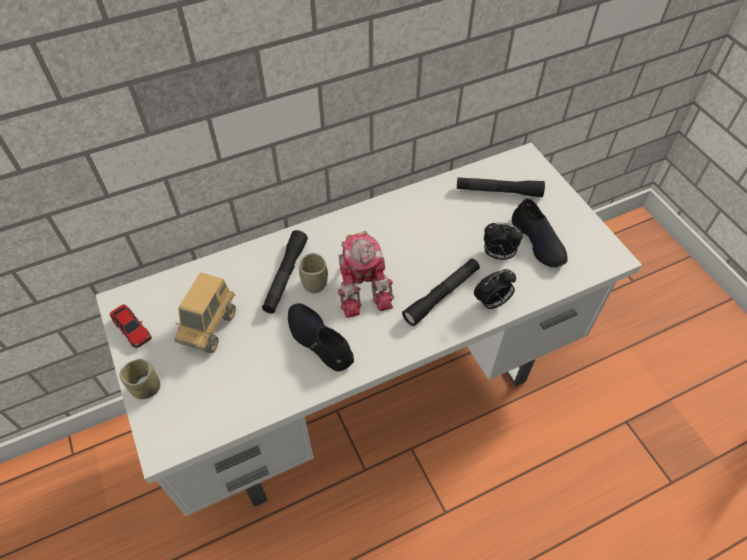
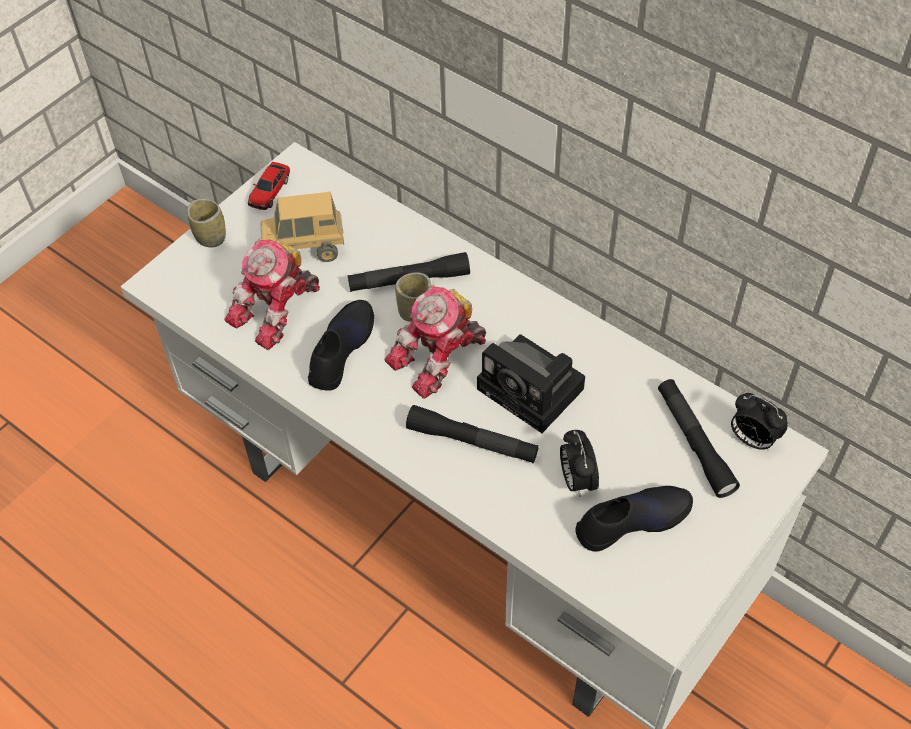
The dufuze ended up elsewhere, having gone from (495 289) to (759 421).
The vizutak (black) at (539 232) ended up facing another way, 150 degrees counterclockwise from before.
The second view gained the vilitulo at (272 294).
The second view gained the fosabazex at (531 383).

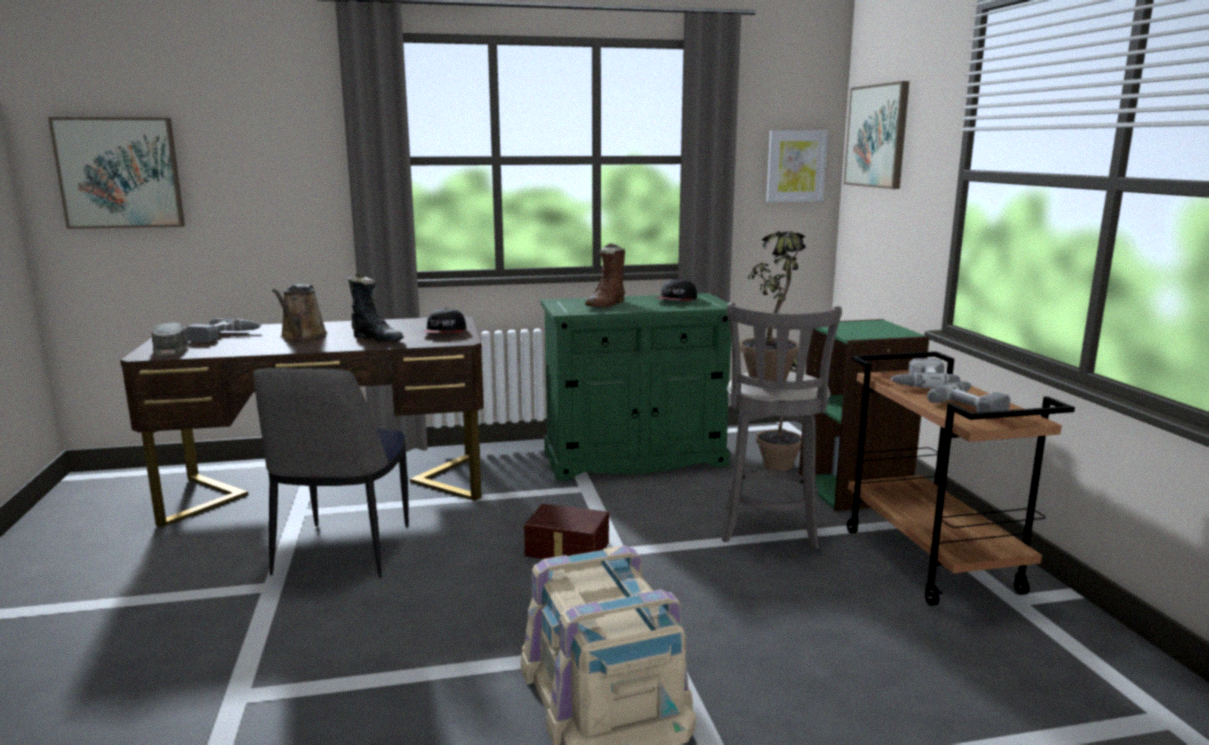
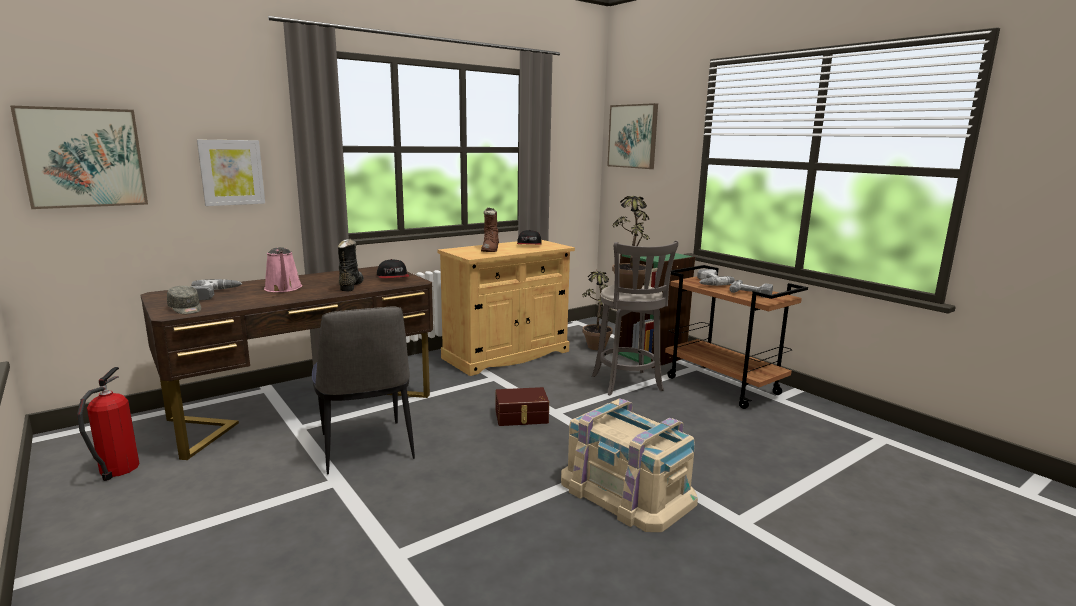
What was the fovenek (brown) at (299 312) turned into the fovenek (pink) at (283 269).
The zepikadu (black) at (375 307) ended up facing another way, 105 degrees counterclockwise from before.
What was the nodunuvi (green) at (636 387) turned into the nodunuvi (beige) at (506 308).
The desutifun ended up elsewhere, having gone from (797 166) to (231 173).
The second view gained the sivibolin at (108 424).

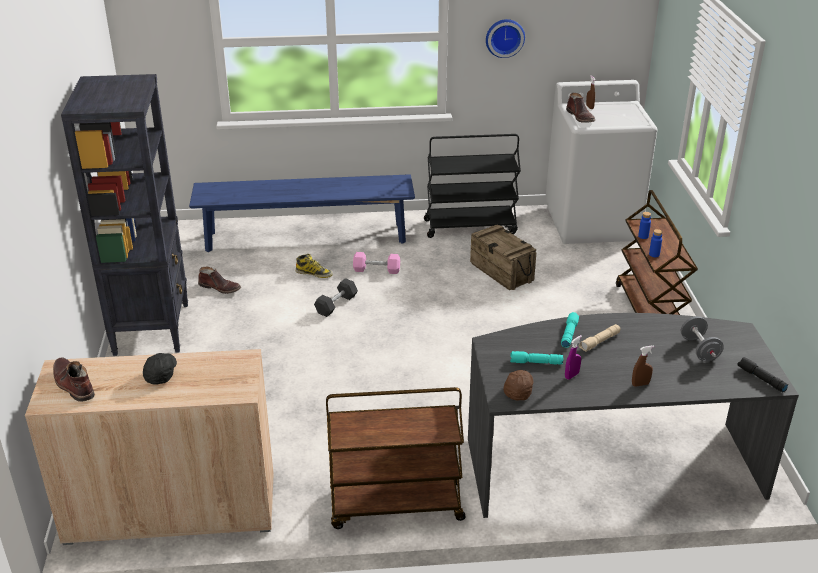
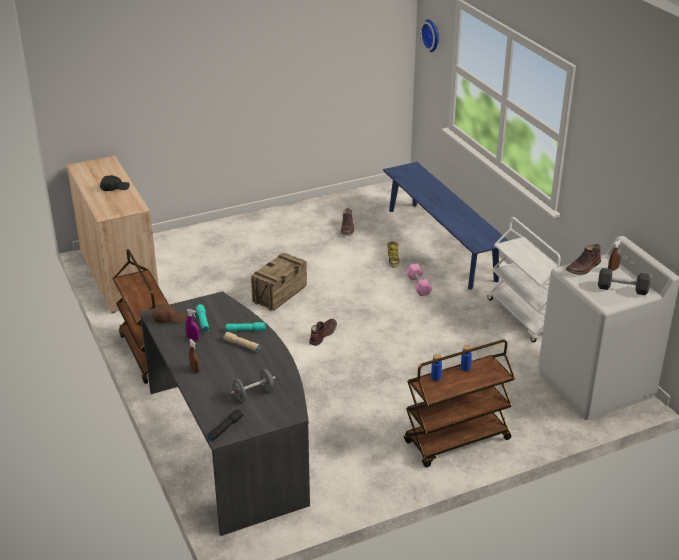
The zepikadu (brown) ended up elsewhere, having gone from (74 379) to (323 332).
The second view lost the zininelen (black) at (124 215).
The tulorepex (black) ended up elsewhere, having gone from (336 297) to (624 281).
What was the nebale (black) at (472 186) turned into the nebale (white) at (524 279).
The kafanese ended up elsewhere, having gone from (503 257) to (279 281).
The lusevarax ended up elsewhere, having gone from (505 38) to (429 36).

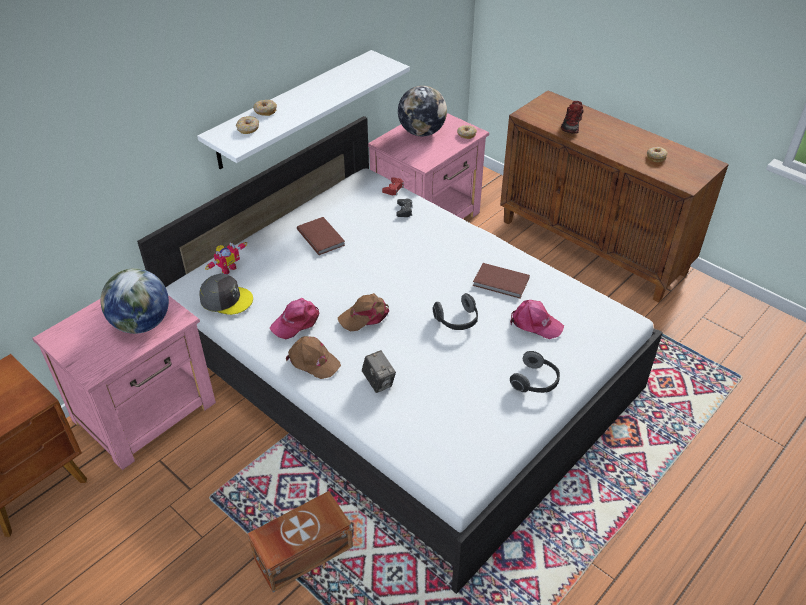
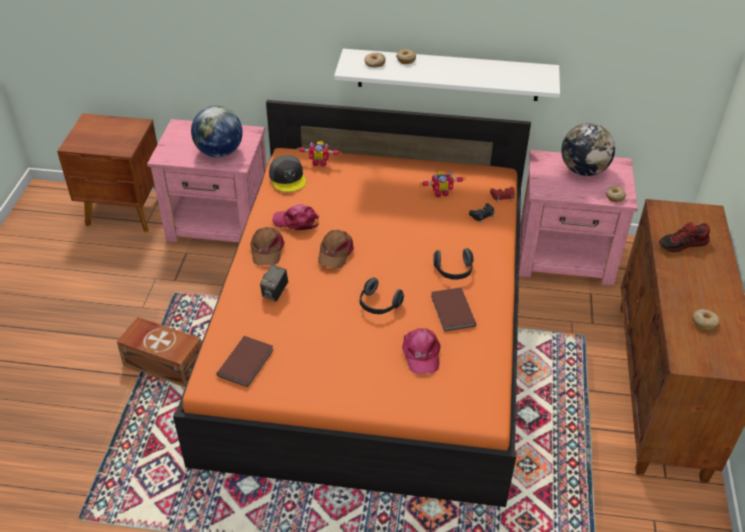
What was the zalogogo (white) at (400 355) turned into the zalogogo (orange) at (352 303).
The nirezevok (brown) ended up elsewhere, having gone from (321 236) to (244 361).
The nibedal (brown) at (363 312) ended up facing another way, 105 degrees counterclockwise from before.
The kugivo ended up elsewhere, having gone from (535 372) to (453 263).
The second view gained the vilitulo at (442 184).

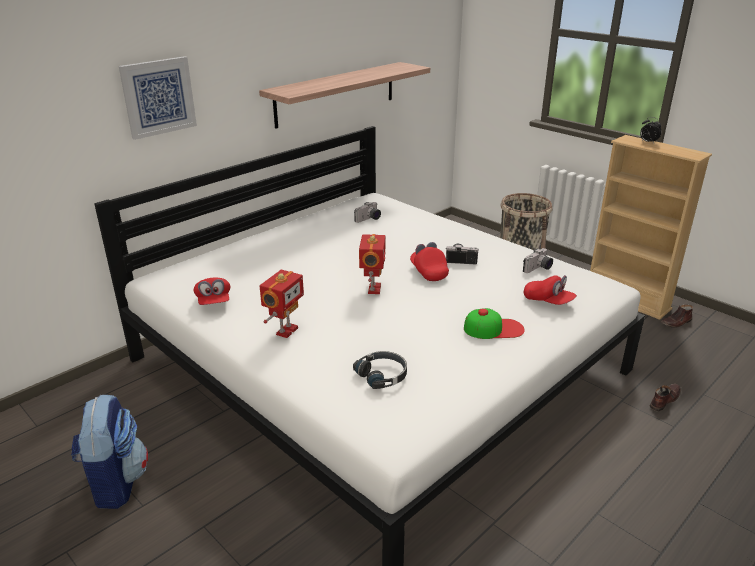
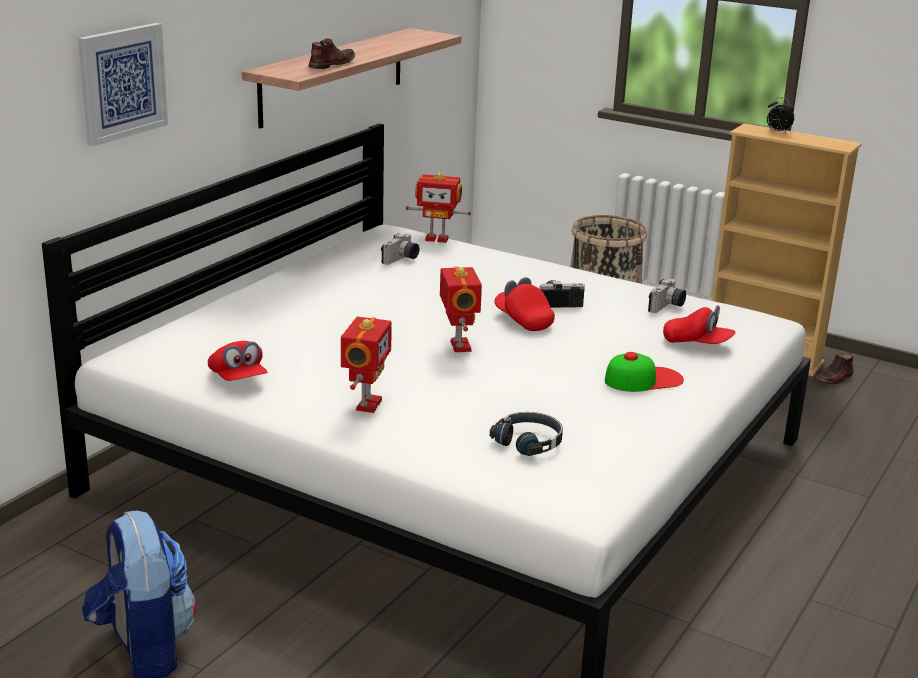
The vizutak (brown) ended up elsewhere, having gone from (665 398) to (331 54).
The second view gained the vilitulo at (438 207).

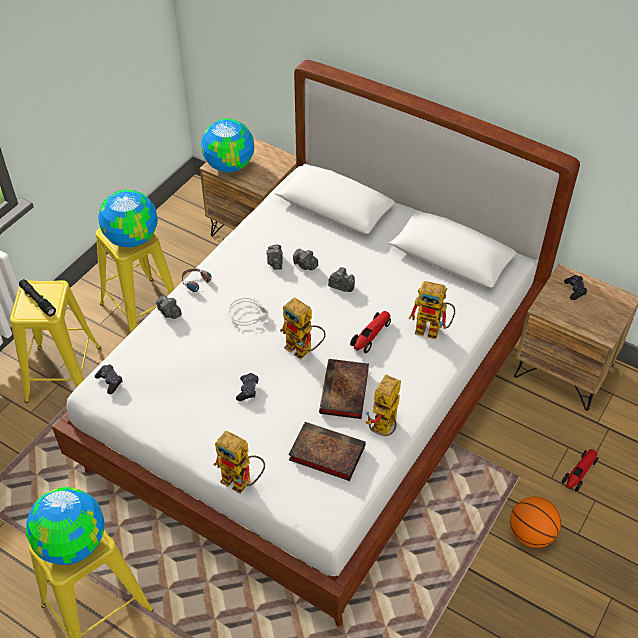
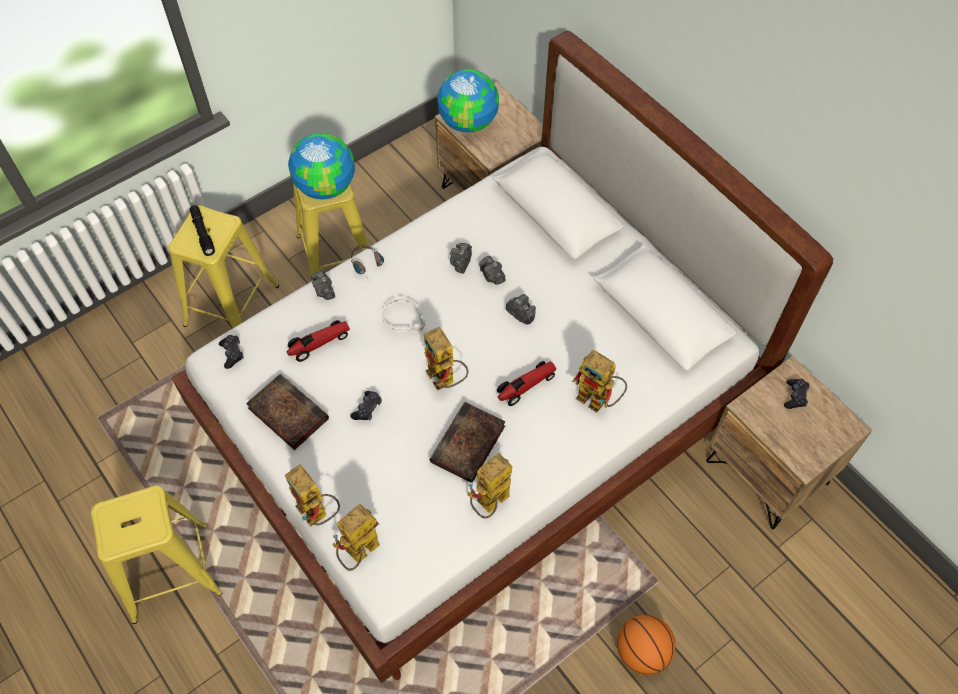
The second view lost the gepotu at (65 526).
The nirezevok ended up elsewhere, having gone from (327 451) to (287 412).
The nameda ended up elsewhere, having gone from (580 470) to (318 341).
The second view gained the vilitulo at (356 537).

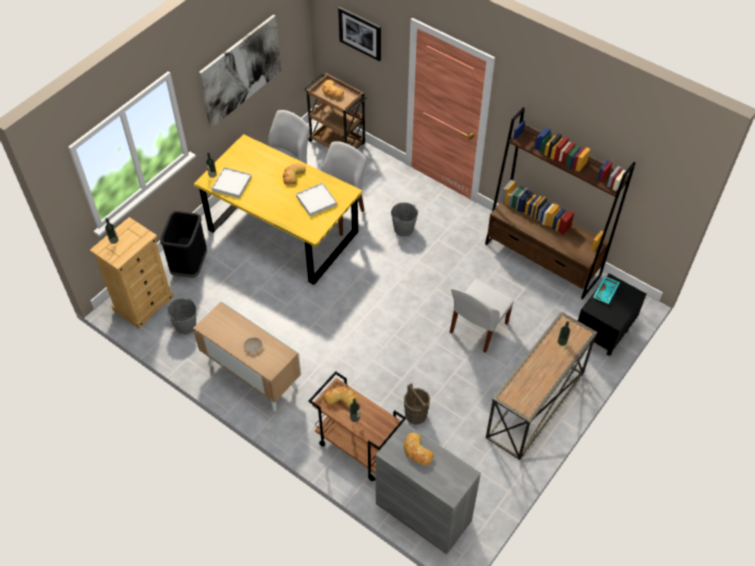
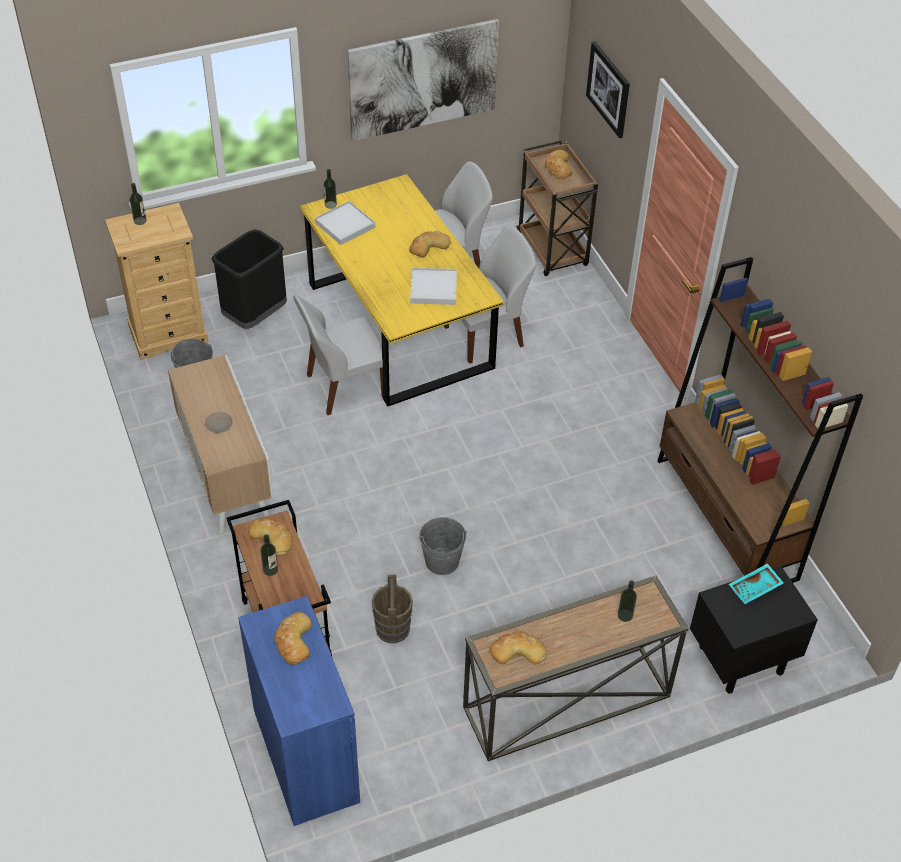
What was the nodunuvi (grey) at (428 488) turned into the nodunuvi (blue) at (299 711).
The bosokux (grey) ended up elsewhere, having gone from (404 219) to (443 546).
The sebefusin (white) ended up elsewhere, having gone from (482 316) to (338 355).
The second view gained the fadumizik at (517 648).

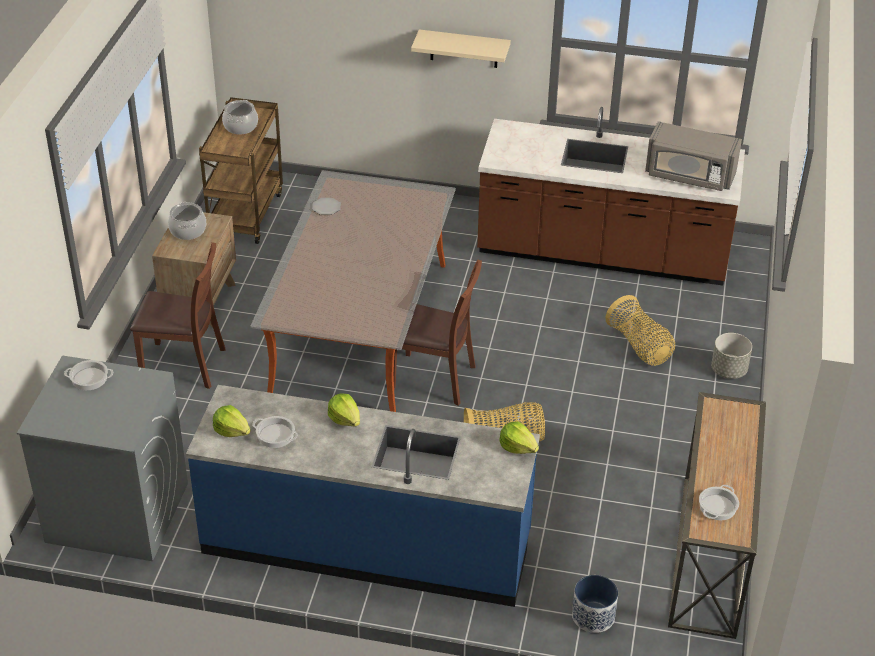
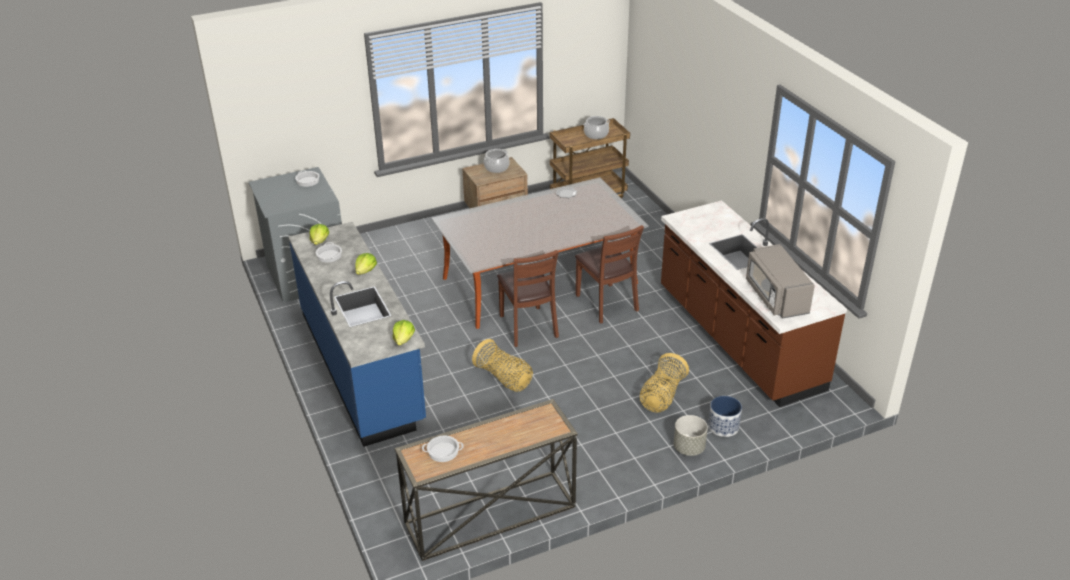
The sebefusin (brown) ended up elsewhere, having gone from (177 315) to (609 274).
The second view lost the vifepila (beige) at (461 48).
The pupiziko ended up elsewhere, having gone from (595 604) to (725 416).

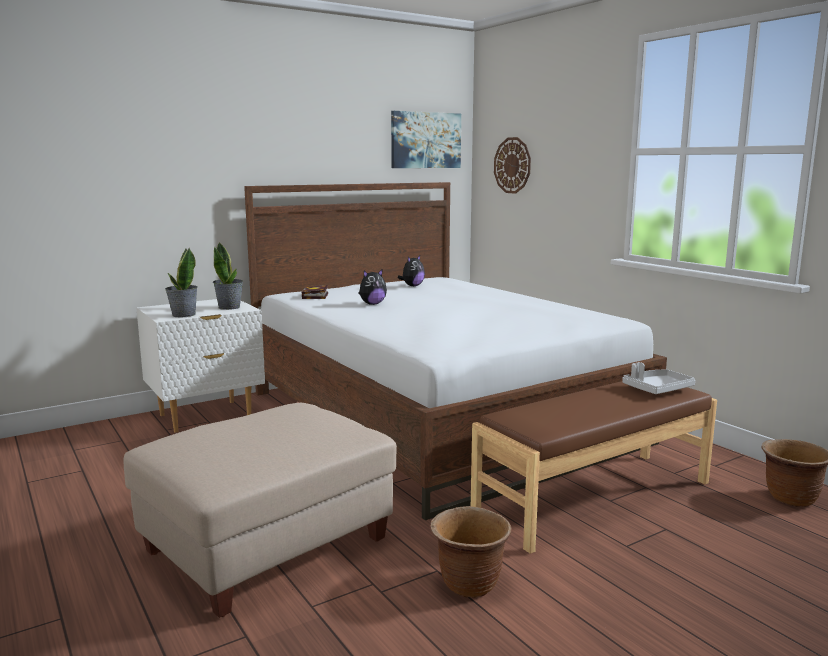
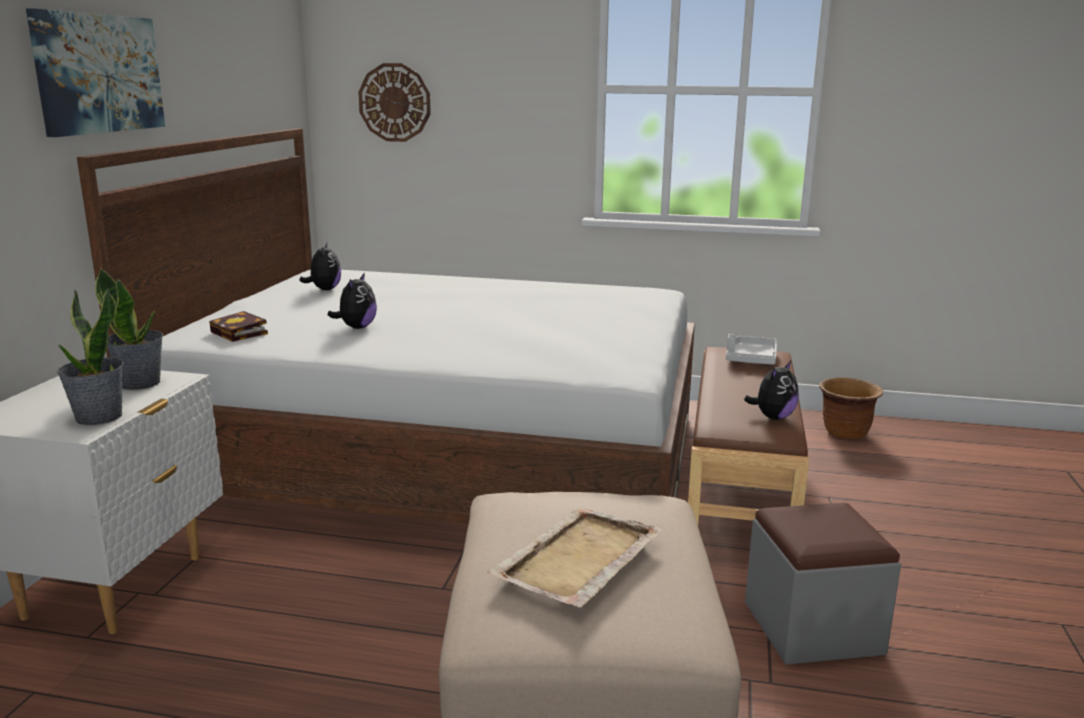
The desutifun ended up elsewhere, having gone from (426 139) to (95 73).
Where the pupiziko (brown) stood at (471 552), the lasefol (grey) came to stand at (823 584).
The second view gained the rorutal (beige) at (575 556).
The second view gained the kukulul at (771 390).

